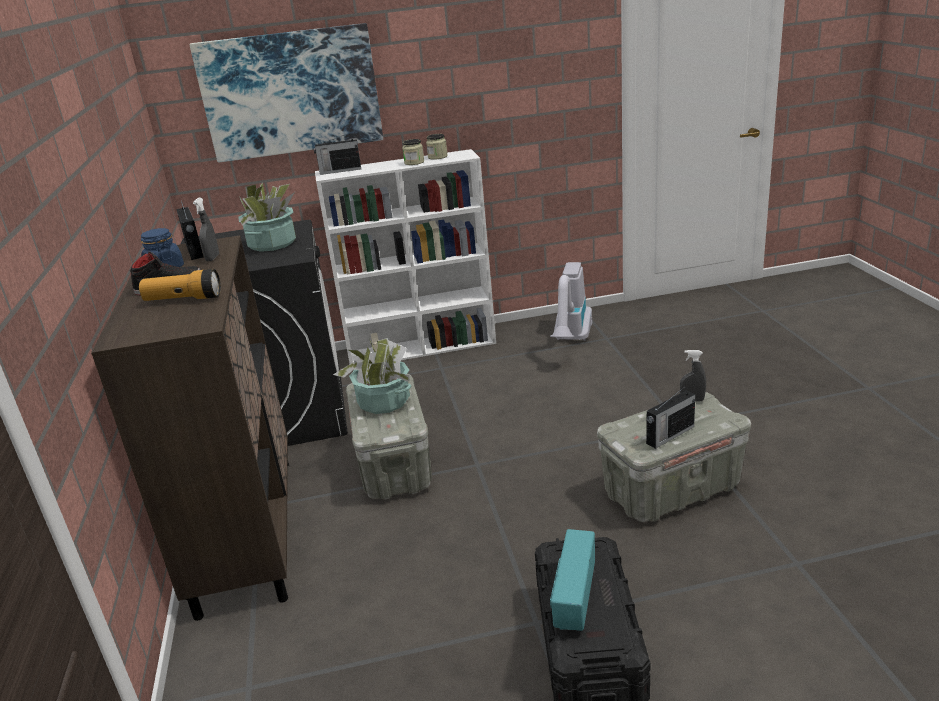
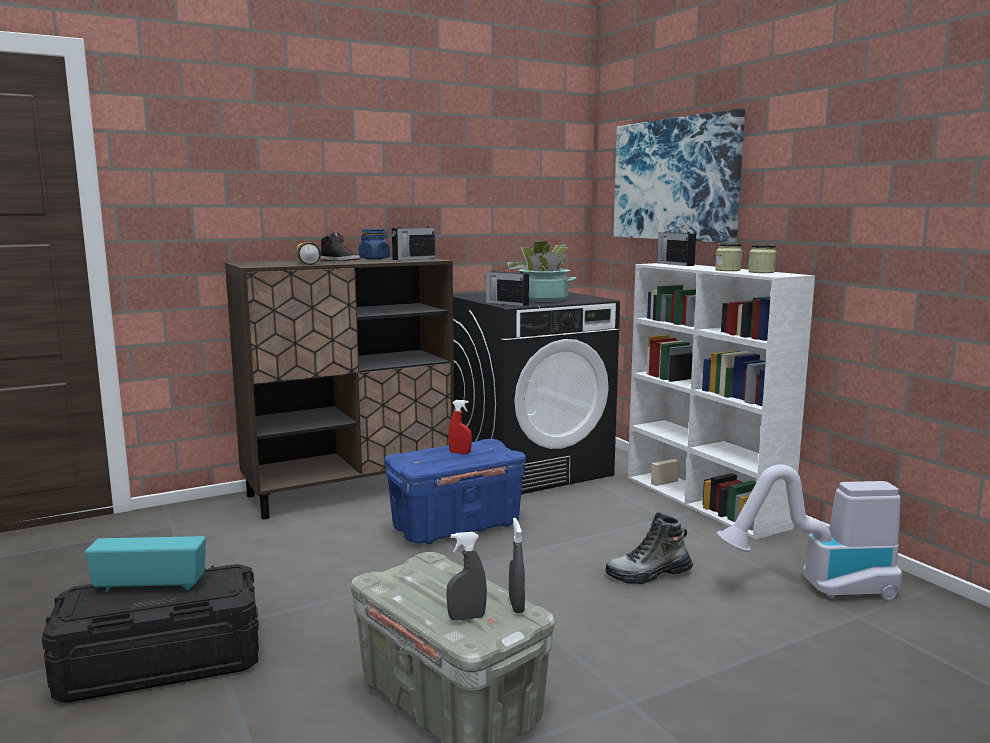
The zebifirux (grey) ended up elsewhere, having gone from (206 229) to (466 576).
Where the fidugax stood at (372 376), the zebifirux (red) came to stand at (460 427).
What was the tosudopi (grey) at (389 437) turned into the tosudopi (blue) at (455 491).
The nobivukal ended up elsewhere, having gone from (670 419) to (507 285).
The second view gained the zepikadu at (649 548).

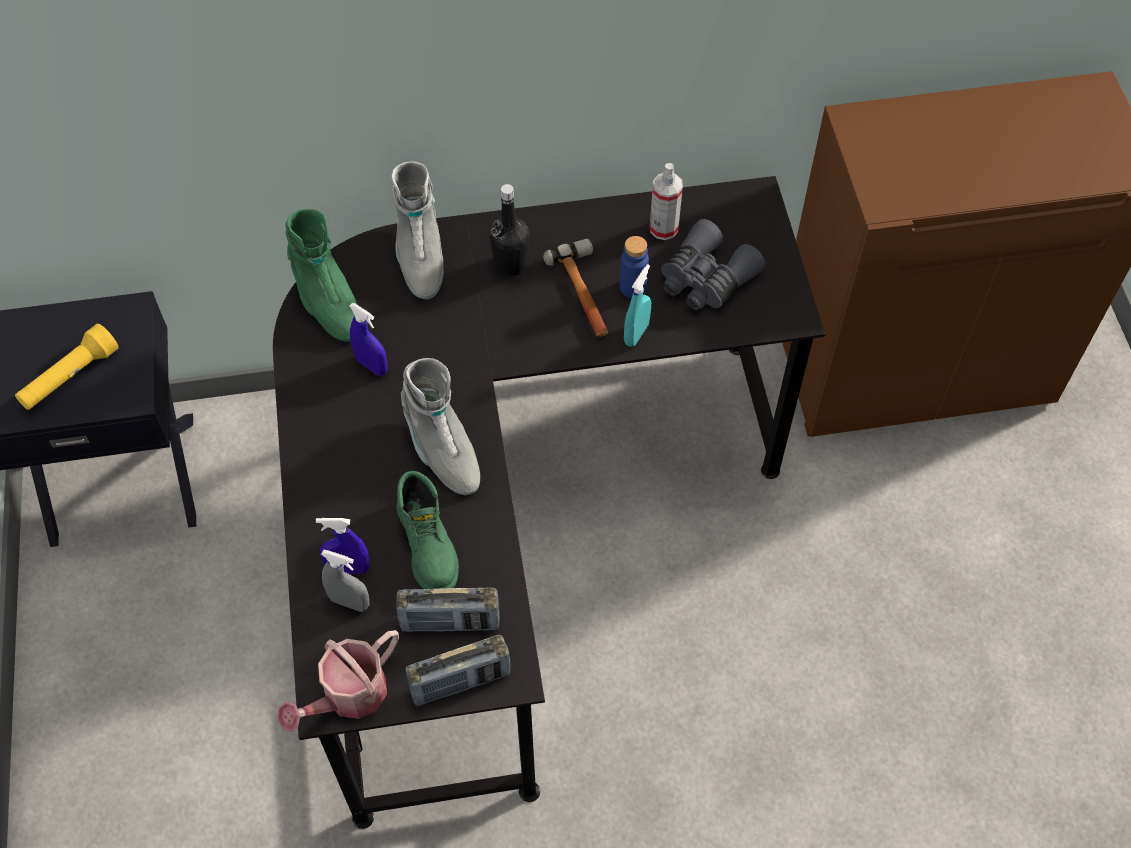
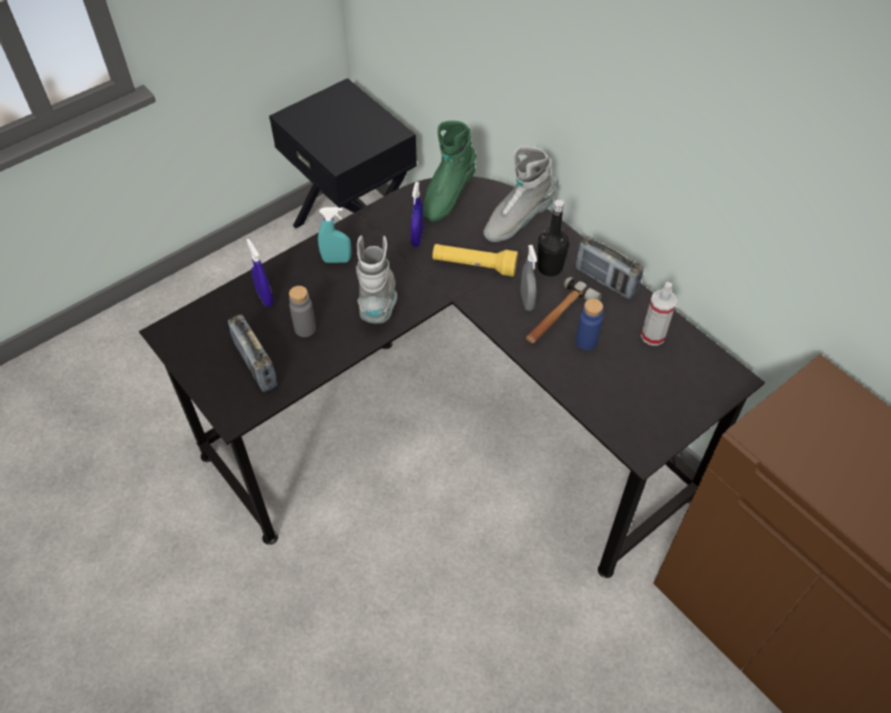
The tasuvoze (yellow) ended up elsewhere, having gone from (66 367) to (475 260).
The second view lost the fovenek at (338 681).
The zebifirux (grey) ended up elsewhere, having gone from (345 580) to (528 278).
Where the zepikadu (green) stood at (428 530), the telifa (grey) came to stand at (302 311).
The zepikadu (grey) at (440 426) ended up facing another way, 150 degrees clockwise from before.
The nobivukal ended up elsewhere, having gone from (458 670) to (610 267).
The zebifirux (turquoise) ended up elsewhere, having gone from (637 305) to (334 235).
The second view lost the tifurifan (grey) at (713 264).

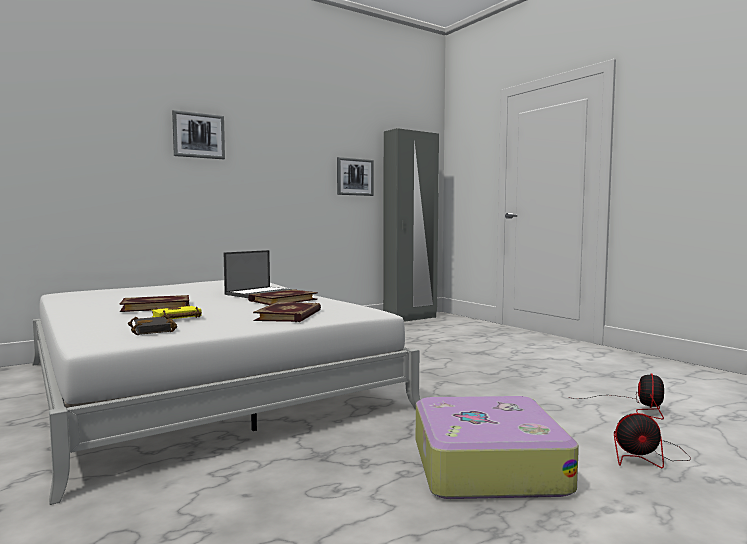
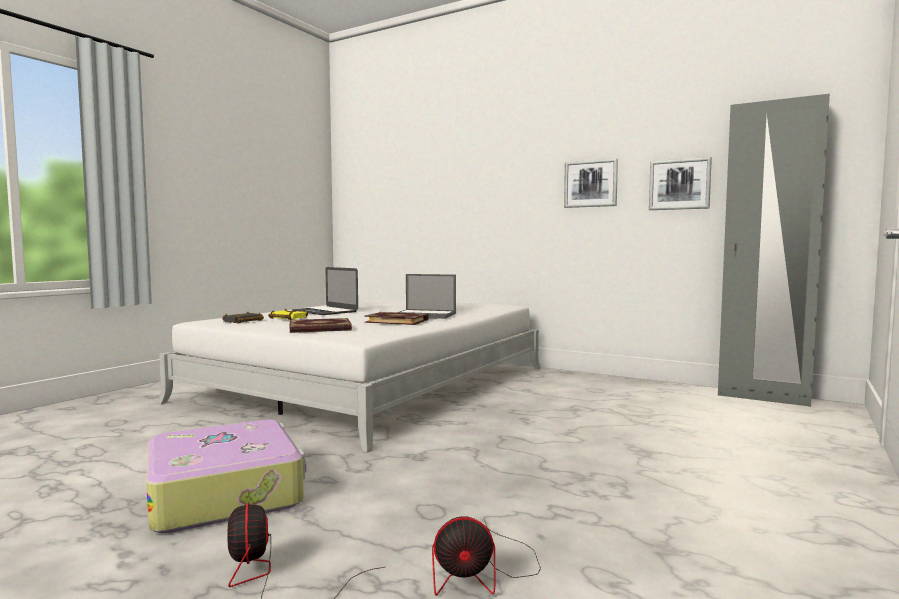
Where the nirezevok stood at (154 303), the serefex came to stand at (325 291).
The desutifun ended up elsewhere, having gone from (198 134) to (591 183).

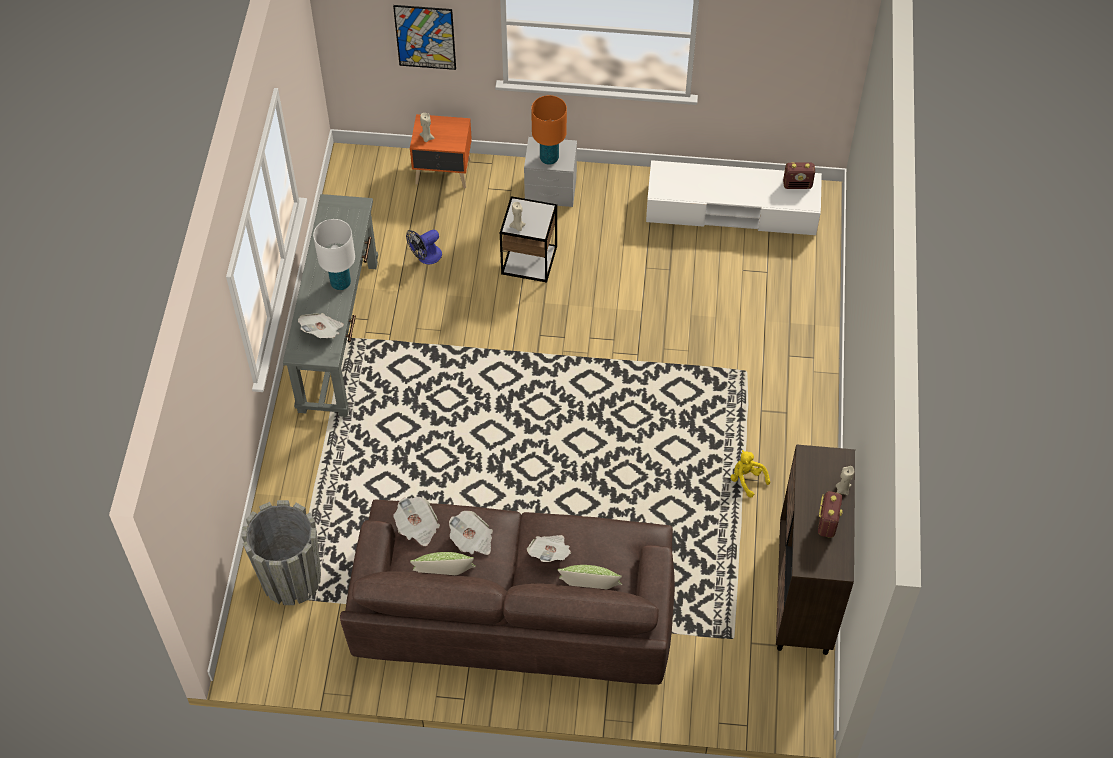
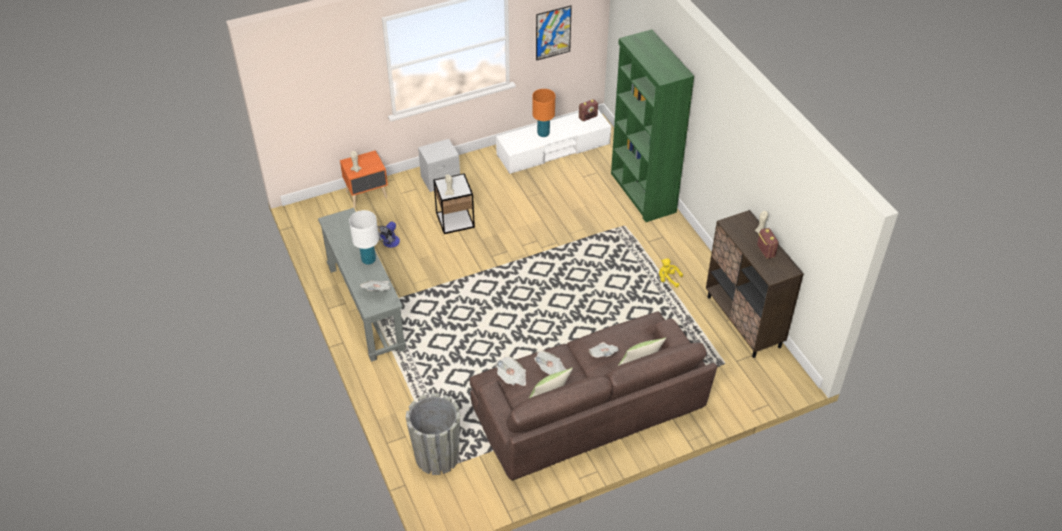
The desutifun ended up elsewhere, having gone from (424 37) to (554 33).
The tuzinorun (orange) ended up elsewhere, having gone from (549 130) to (543 113).
The second view gained the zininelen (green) at (652 125).

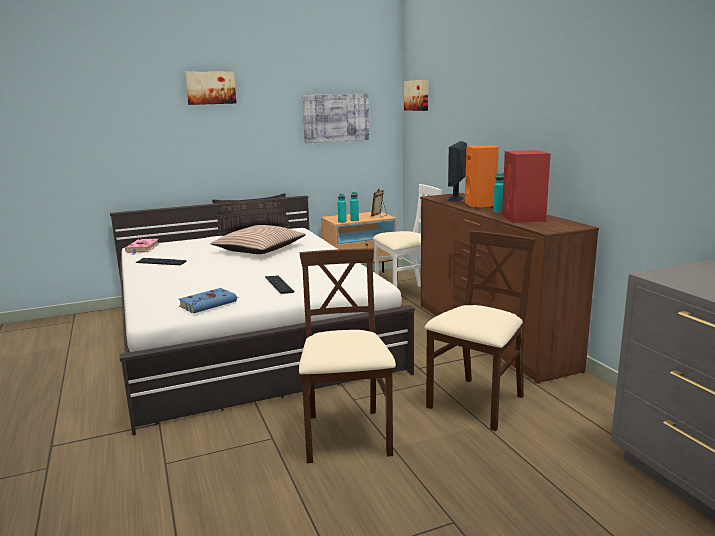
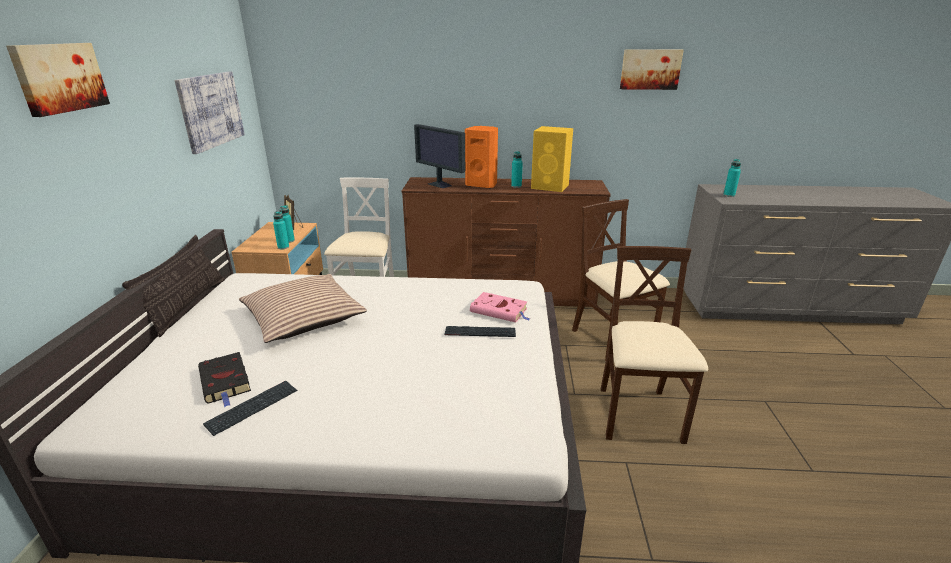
The nirezevok (pink) ended up elsewhere, having gone from (142 247) to (500 307).
The second view lost the nirezevok (blue) at (209 300).
The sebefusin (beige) at (347 355) ended up facing another way, 75 degrees clockwise from before.
The desutifun ended up elsewhere, having gone from (416 95) to (652 69).
What was the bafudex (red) at (526 186) turned into the bafudex (yellow) at (552 159).
The second view gained the nirezevok (black) at (224 379).
The second view gained the telifa (turquoise) at (732 178).

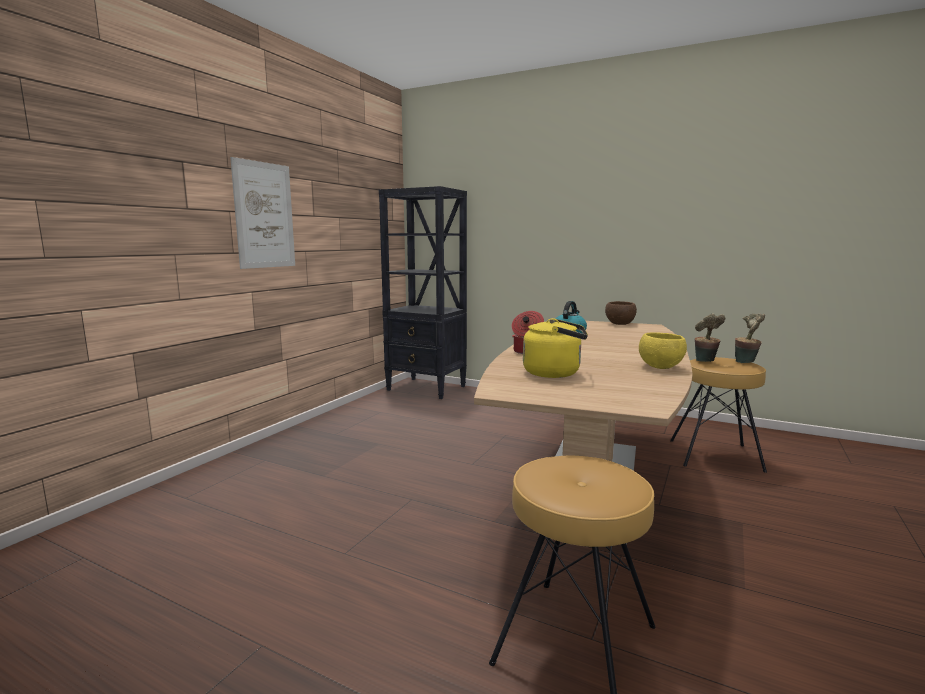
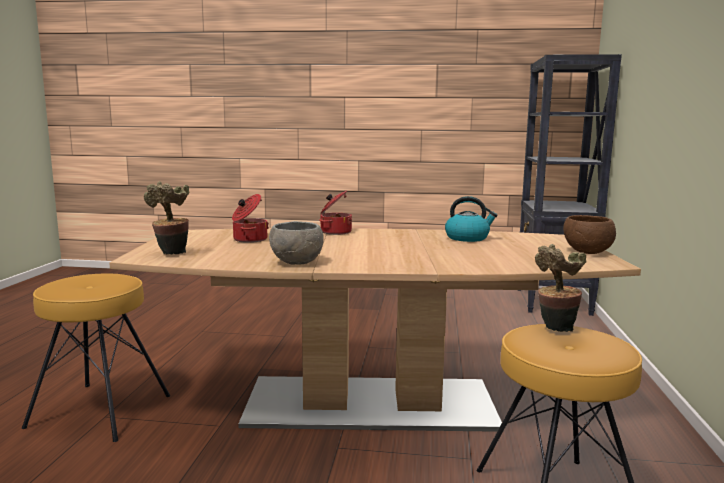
The second view lost the desutifun at (262 213).
Where the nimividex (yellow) stood at (555 348), the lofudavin came to stand at (250 218).
What was the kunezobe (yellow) at (663 350) turned into the kunezobe (grey) at (296 243).
The fidugax ended up elsewhere, having gone from (750 338) to (167 218).

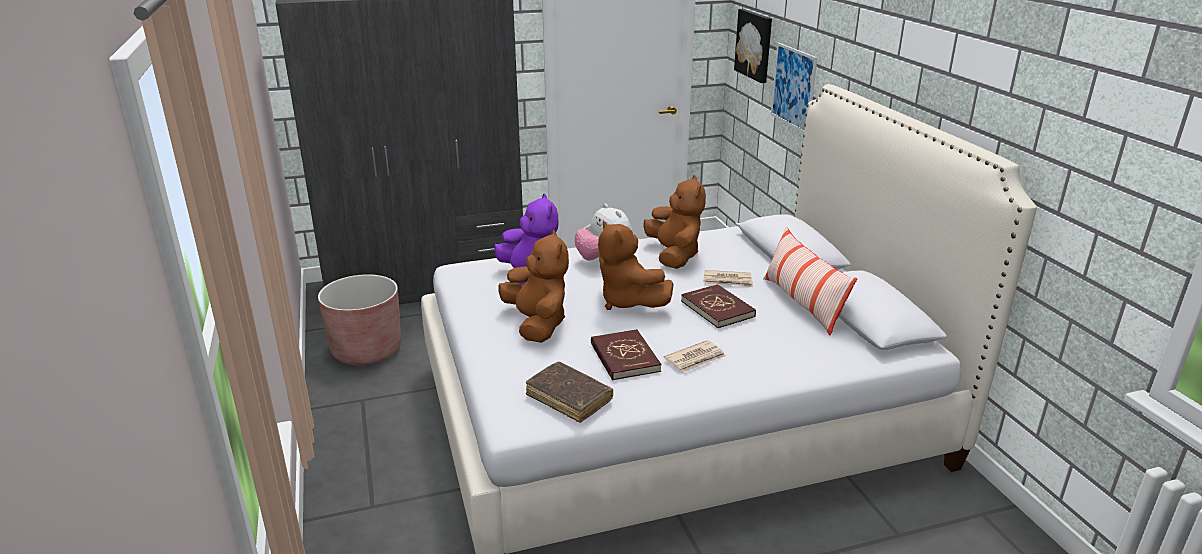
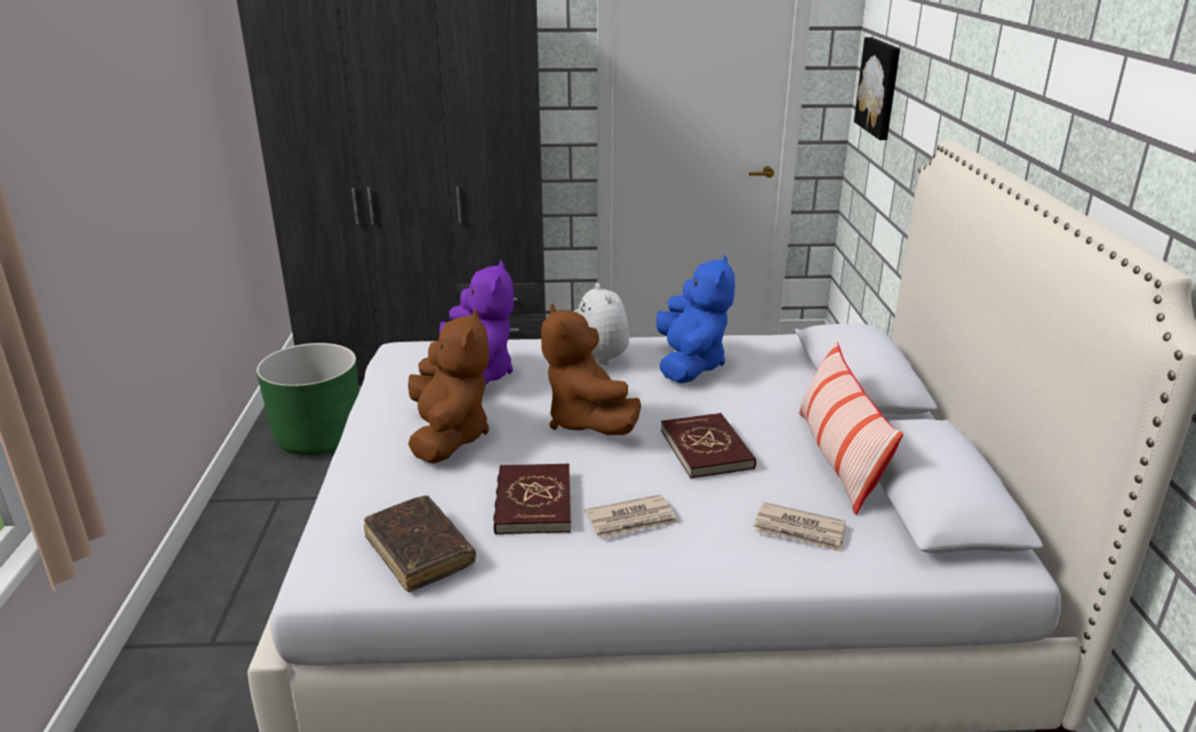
What was the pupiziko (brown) at (359 319) turned into the pupiziko (green) at (307 399).
What was the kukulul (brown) at (674 222) turned into the kukulul (blue) at (695 319).
The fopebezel ended up elsewhere, having gone from (728 278) to (800 527).
The second view lost the desutifun at (794 88).

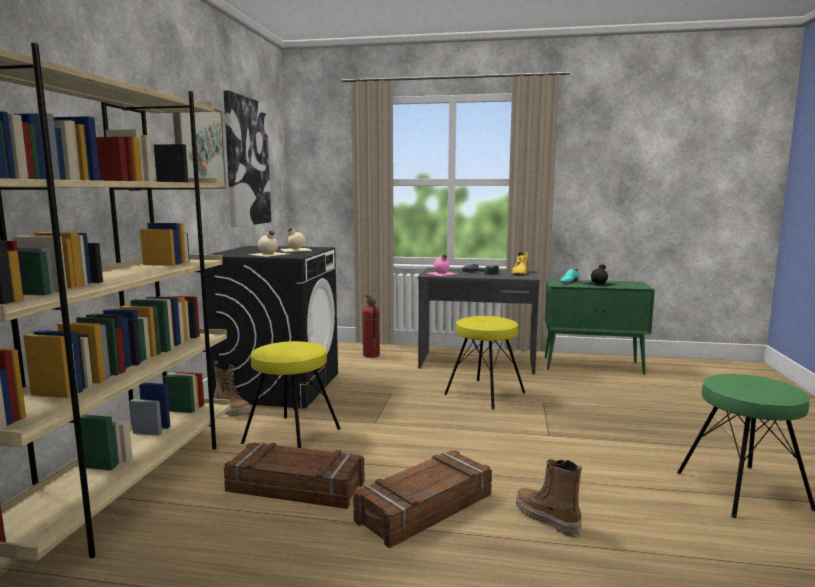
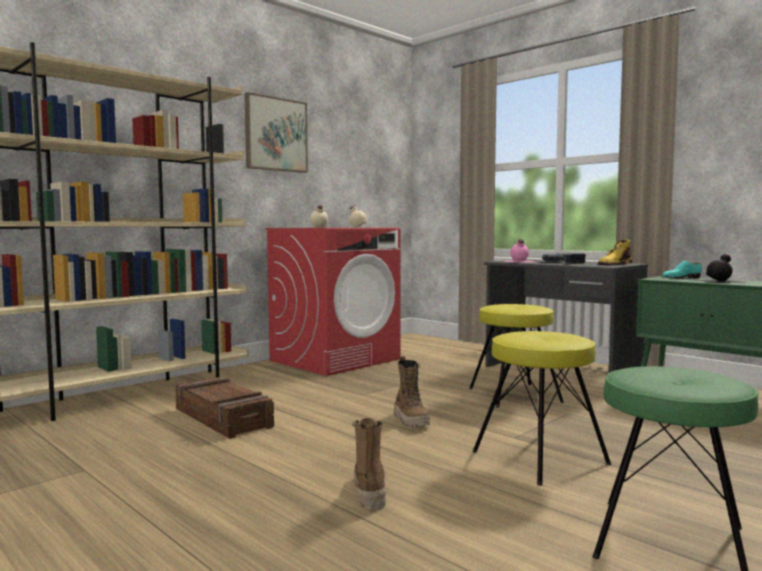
What was the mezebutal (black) at (271 327) turned into the mezebutal (red) at (333 302).
The zepikadu ended up elsewhere, having gone from (231 389) to (412 391).
The second view lost the desutifun at (247 159).
The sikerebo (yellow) ended up elsewhere, having gone from (291 394) to (541 408).
The second view lost the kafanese at (422 499).
The second view lost the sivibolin at (371 326).

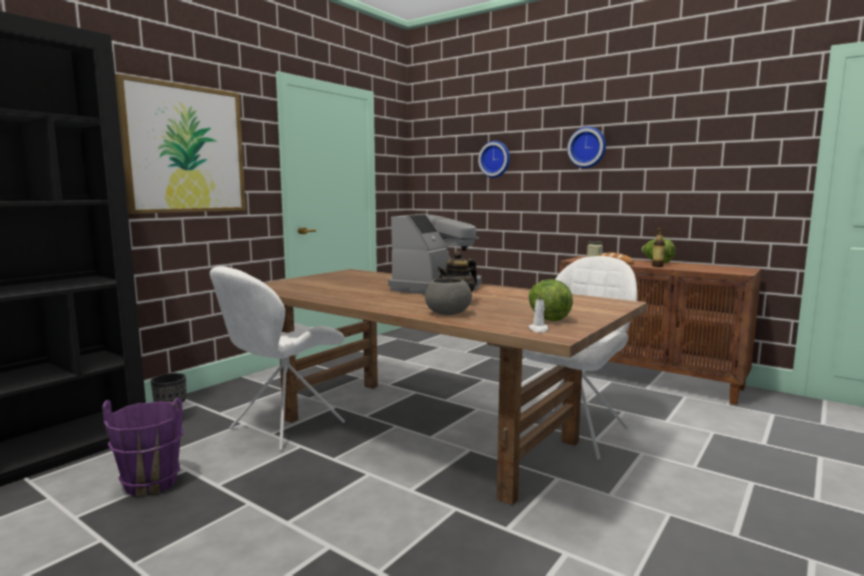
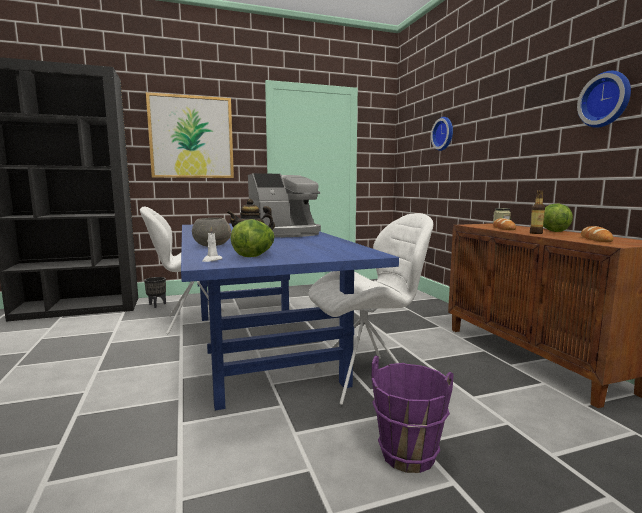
The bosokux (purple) ended up elsewhere, having gone from (142 447) to (412 414).
What was the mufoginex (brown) at (455 387) turned into the mufoginex (blue) at (290 317).
The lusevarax ended up elsewhere, having gone from (586 147) to (604 99).
The second view gained the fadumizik at (597 234).

